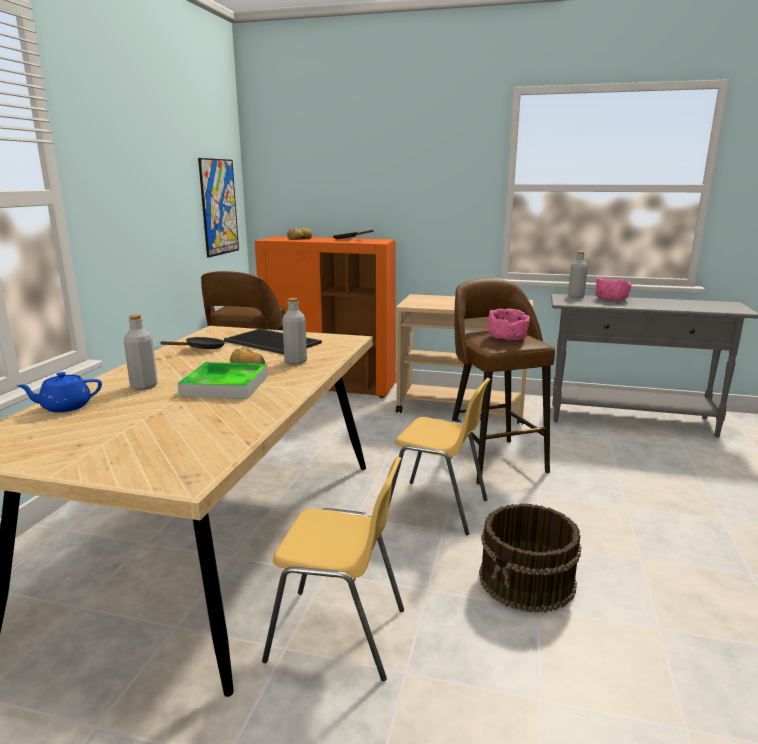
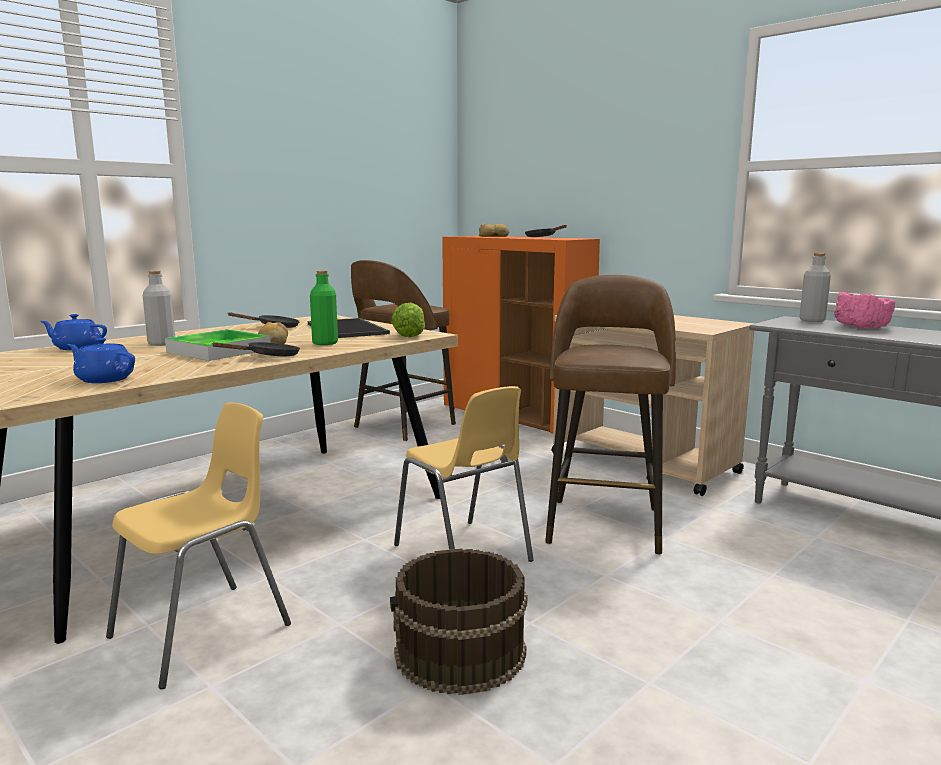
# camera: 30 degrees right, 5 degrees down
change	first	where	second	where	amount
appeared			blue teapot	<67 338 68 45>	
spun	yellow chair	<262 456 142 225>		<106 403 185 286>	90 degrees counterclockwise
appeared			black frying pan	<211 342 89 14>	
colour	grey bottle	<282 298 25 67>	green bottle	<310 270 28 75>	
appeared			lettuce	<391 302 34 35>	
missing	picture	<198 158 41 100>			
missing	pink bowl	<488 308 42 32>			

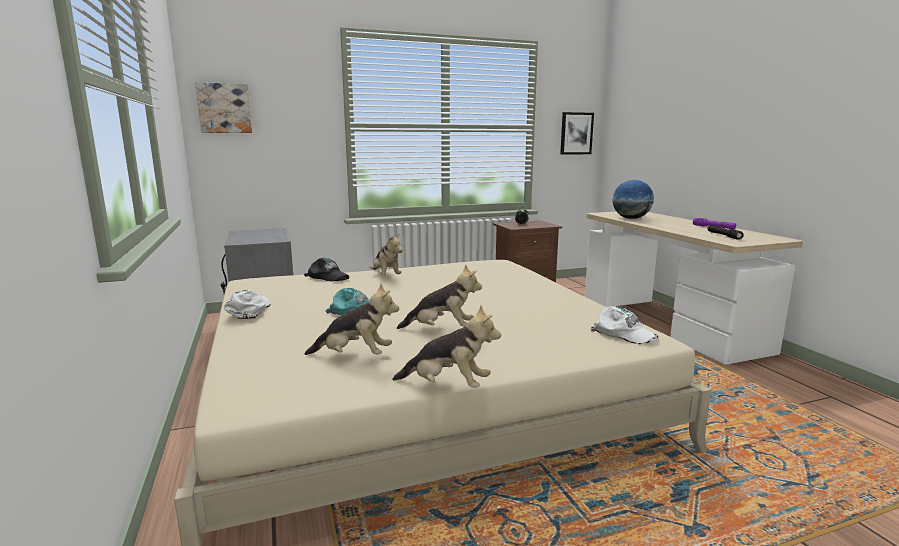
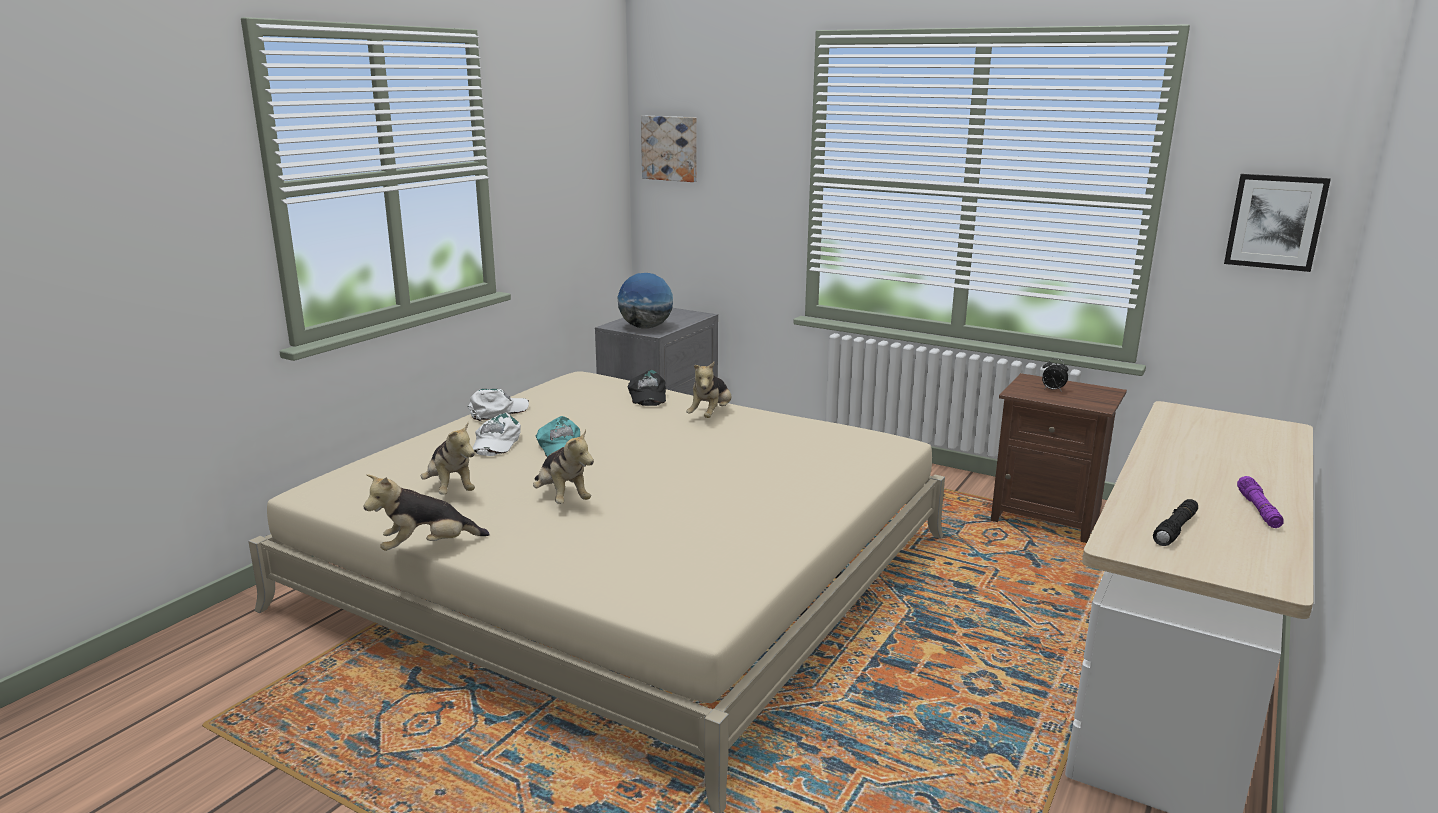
# camera: 50 degrees right, 5 degrees up
change	first	where	second	where	amount
spun	plush toy	<392 306 109 82>		<363 474 127 77>	90 degrees clockwise
relocated	white cap	<590 306 69 38>		<472 413 49 43>	
relocated	globe	<613 180 41 39>		<617 273 56 56>	

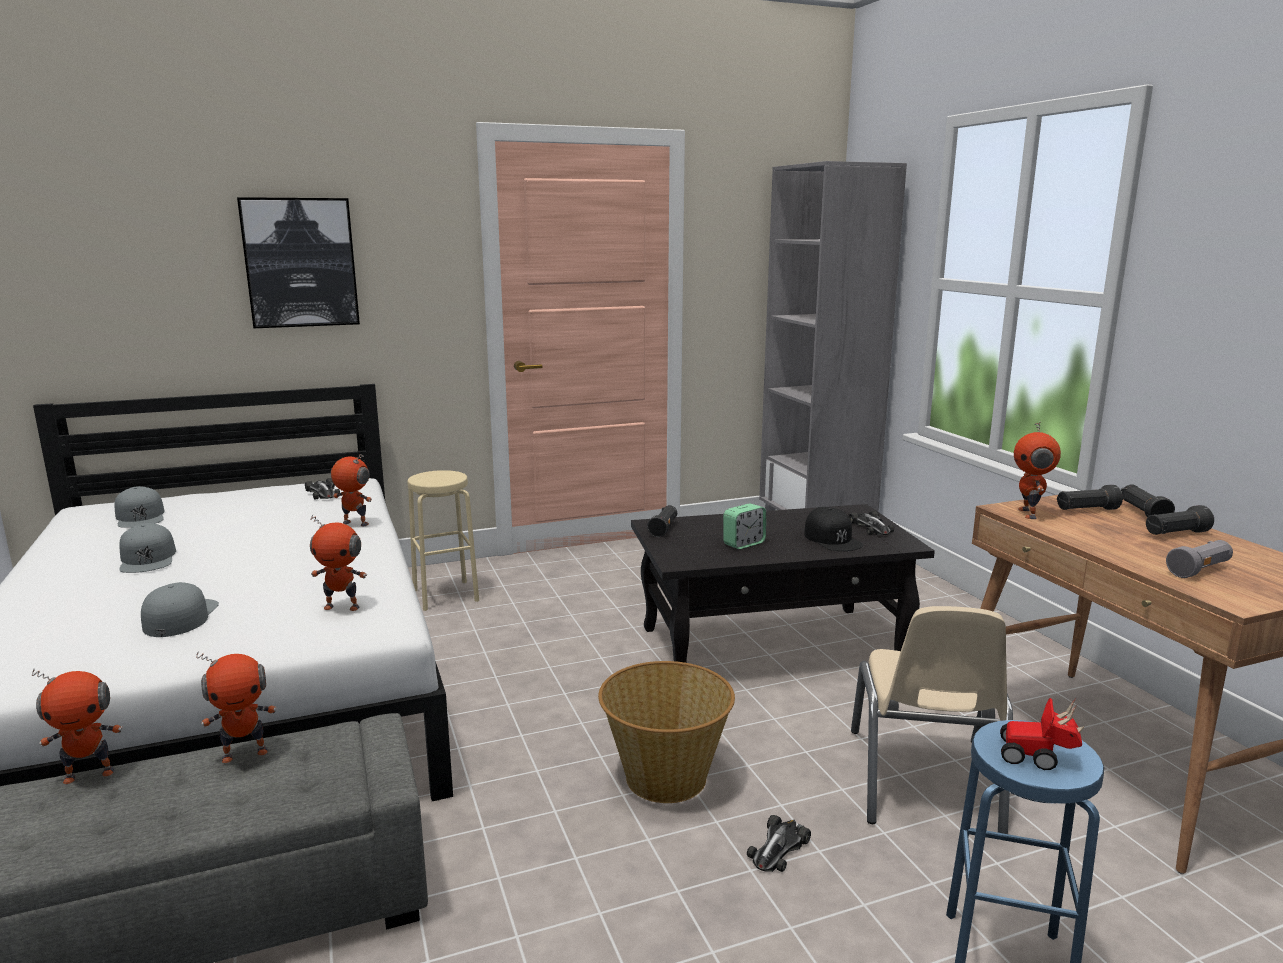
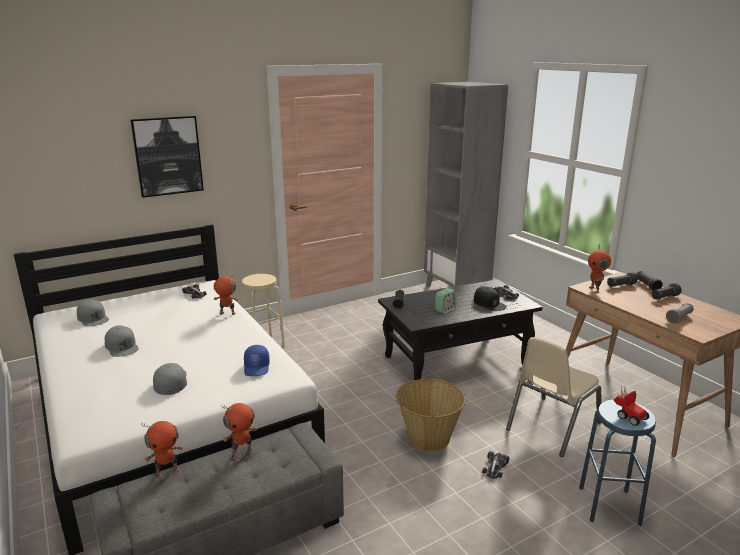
# camera: 10 degrees left, 5 degrees up
change	first	where	second	where	amount
exchanged	toy robot	<310 514 57 97>	blue cap	<244 345 26 31>	
spun	beige chair	<851 606 162 228>		<506 337 95 120>	45 degrees clockwise
spun	toy car	<1000 698 85 72>		<613 385 36 41>	135 degrees counterclockwise

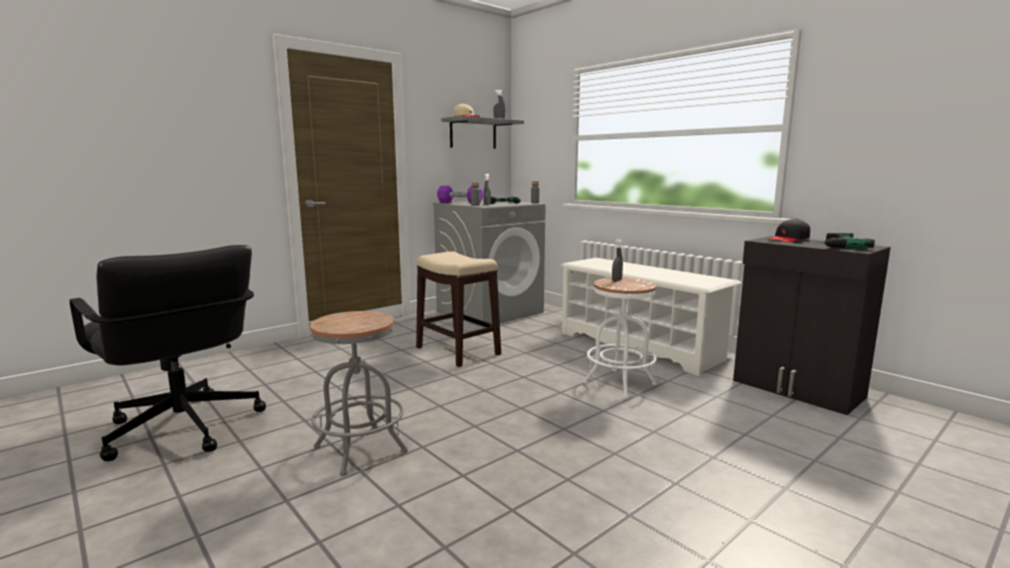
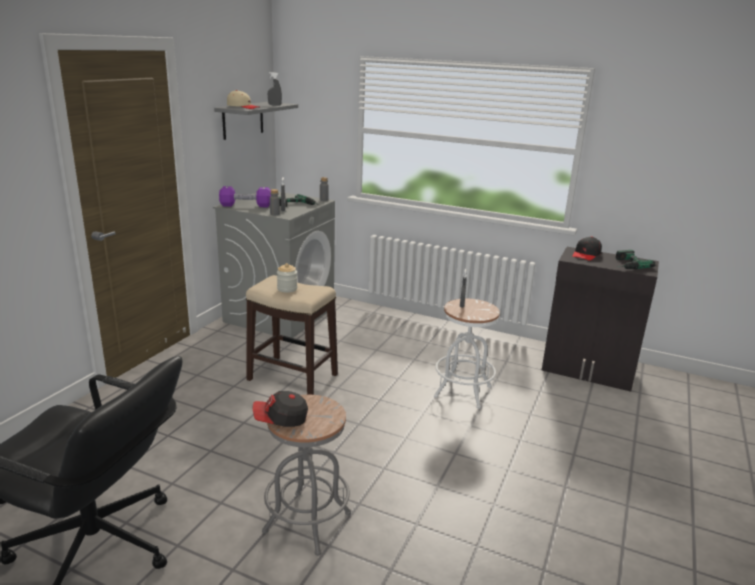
# camera: 25 degrees left, 10 degrees up
change	first	where	second	where	amount
appeared			cap	<253 391 55 36>	
appeared			jar	<277 263 20 30>	
missing	white shoe rack	<561 258 181 118>			

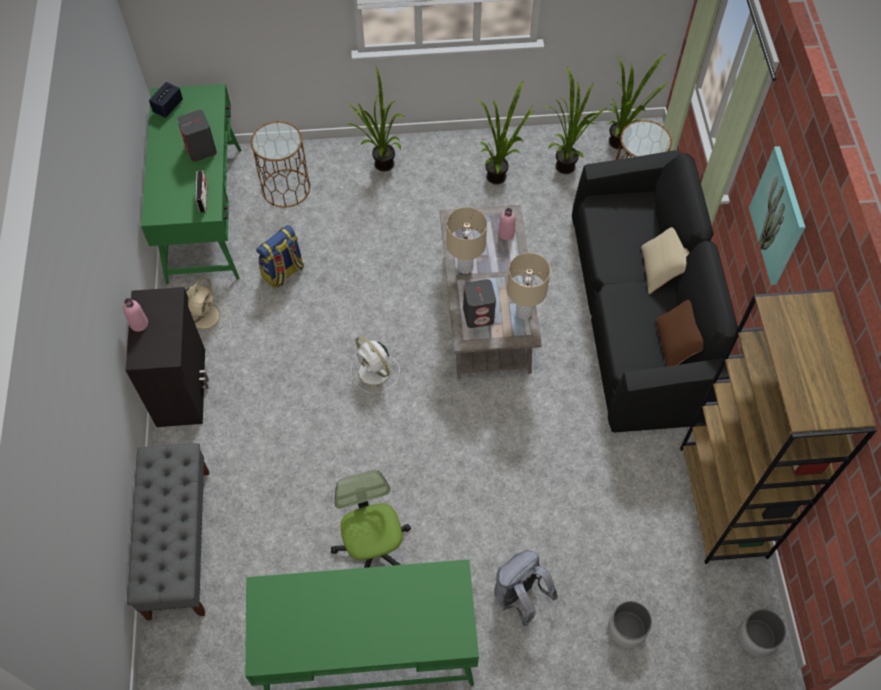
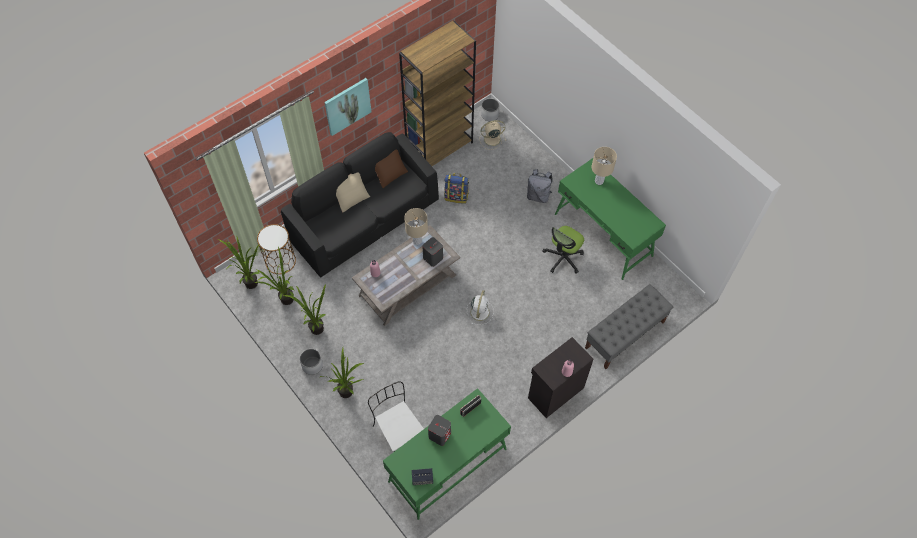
# camera: 125 degrees left, 0 degrees up
change	first	where	second	where	amount
relocated	white planter	<608 601 44 48>		<300 349 23 26>	
exchanged	brown side table	<251 121 59 86>	white chair	<368 381 56 71>	
relocated	backpack	<256 225 48 64>		<444 173 25 30>	
relocated	beige fan	<186 278 42 58>		<480 120 26 30>	
relocated	beige table lamp	<446 207 41 67>		<591 147 26 38>	

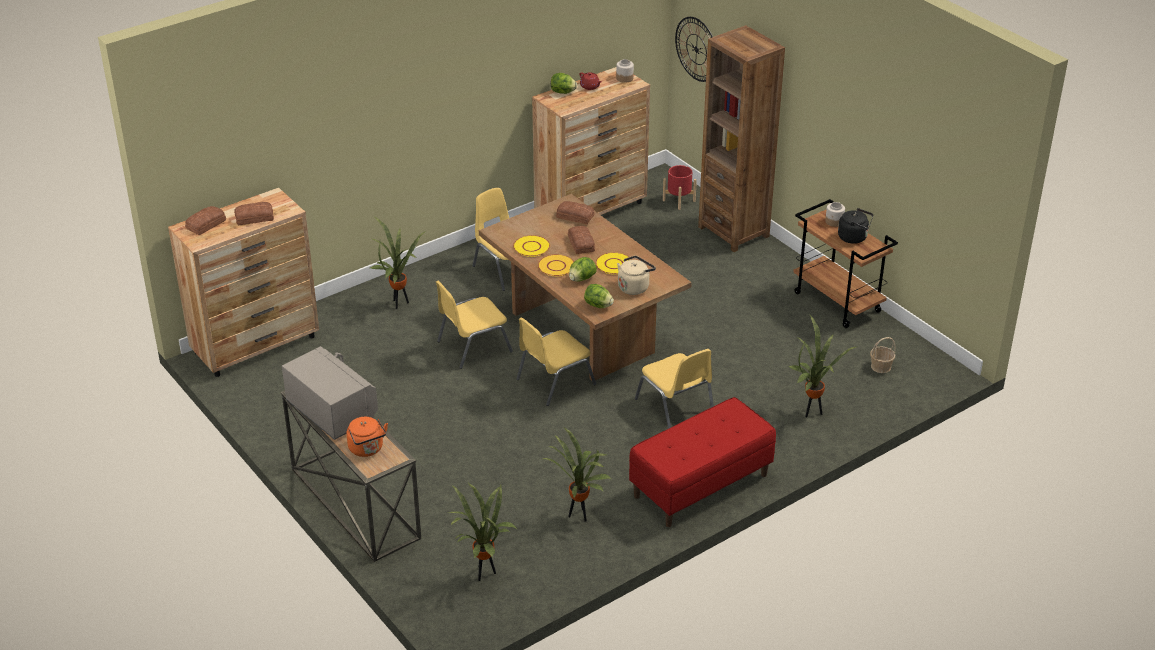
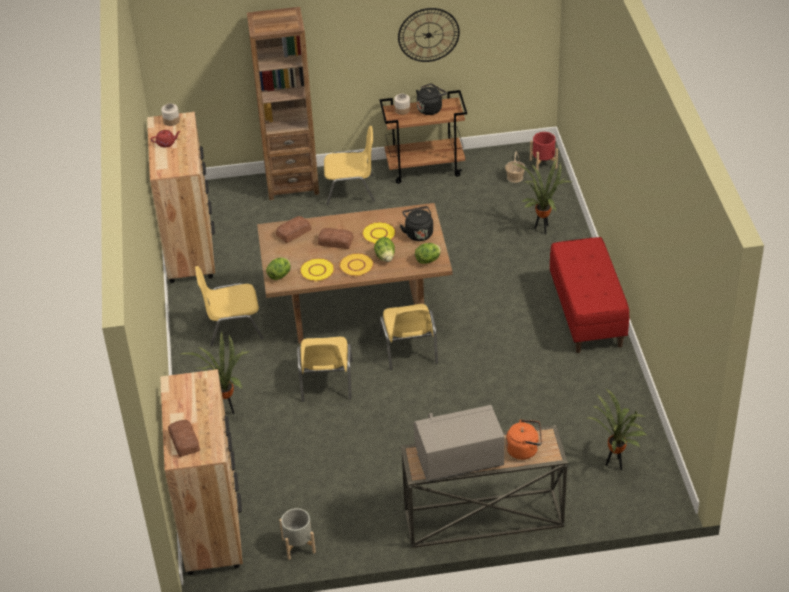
# camera: 60 degrees left, 5 degrees up
change	first	where	second	where	amount
relocated	lettuce	<551 73 26 21>		<266 257 25 23>	
appeared			grey planter	<280 508 36 52>	
relocated	yellow chair	<635 349 79 80>		<324 126 51 79>	
relocated	wall clock	<675 17 38 65>		<398 8 62 54>	
colour	beige kettle	<617 256 39 39>	black kettle	<400 206 33 35>	
relocated	red planter	<663 165 34 45>		<530 132 28 39>	
missing	bread	<234 202 40 23>			
missing	potted plant	<543 427 68 95>			

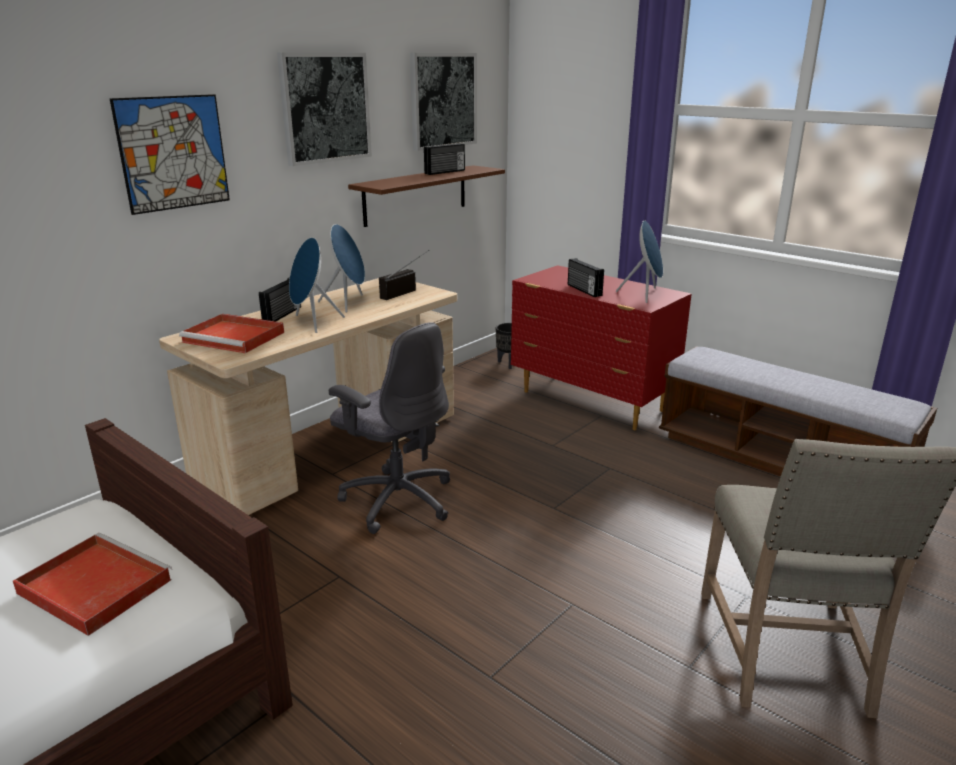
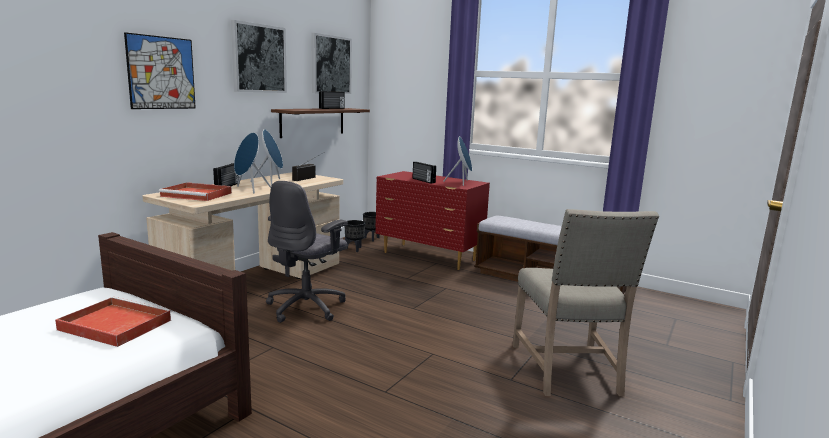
# camera: 10 degrees left, 10 degrees down
change	first	where	second	where	amount
spun	grey office chair	<329 322 121 212>		<266 181 82 142>	90 degrees clockwise
appeared			black planter	<345 220 20 32>	

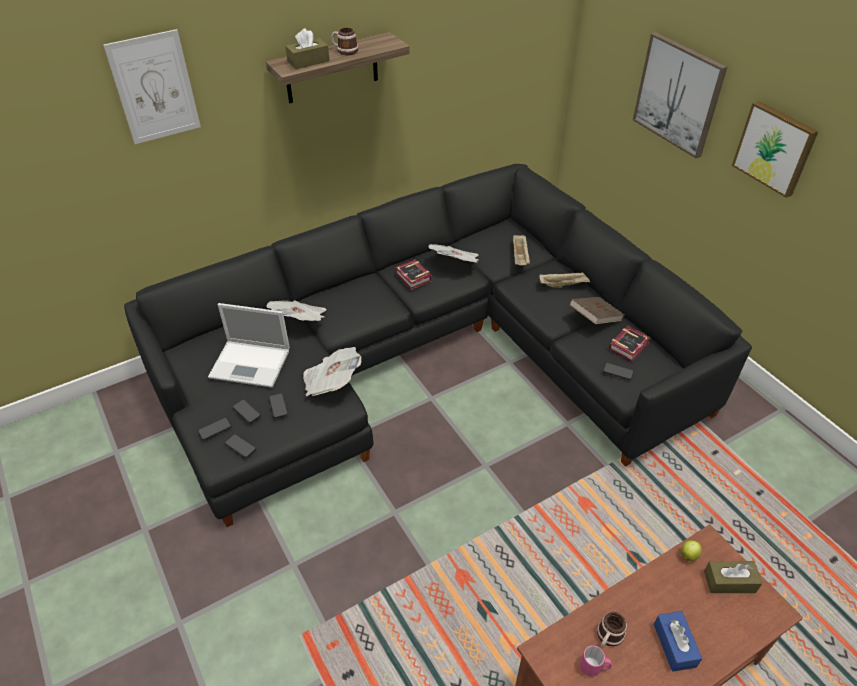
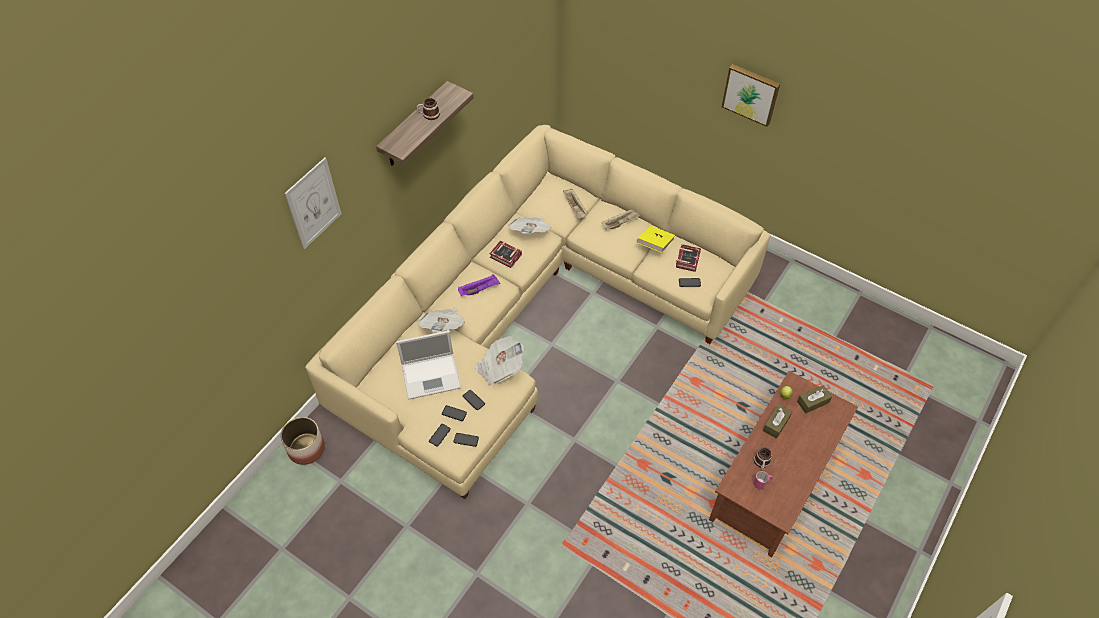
# camera: 25 degrees left, 10 degrees up
change	first	where	second	where	amount
appeared			planter	<280 417 45 48>	
colour	black sofa	<124 164 628 363>	beige sofa	<305 125 466 374>	
appeared			purple tray	<458 274 42 22>	
colour	brown book	<569 297 55 27>	yellow book	<636 226 39 27>	
relocated	brown tissue box	<285 28 45 41>		<763 404 29 35>	
missing	picture	<633 32 94 126>			
missing	blue tissue box	<654 611 48 61>			

